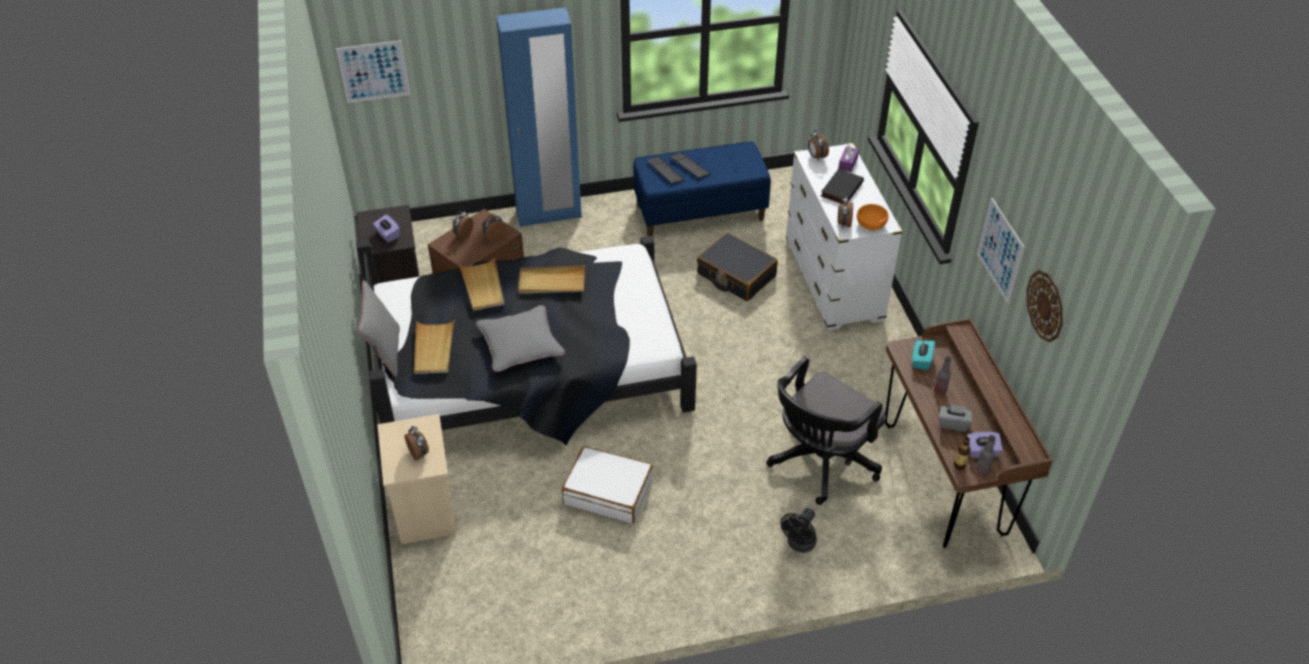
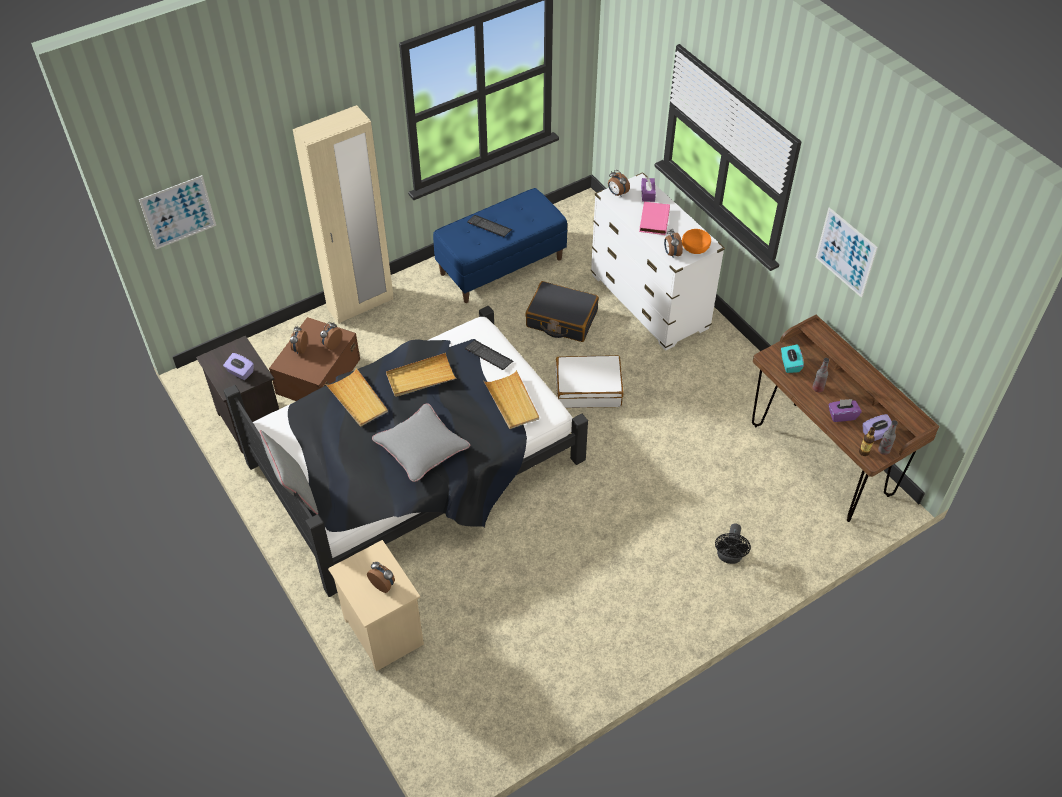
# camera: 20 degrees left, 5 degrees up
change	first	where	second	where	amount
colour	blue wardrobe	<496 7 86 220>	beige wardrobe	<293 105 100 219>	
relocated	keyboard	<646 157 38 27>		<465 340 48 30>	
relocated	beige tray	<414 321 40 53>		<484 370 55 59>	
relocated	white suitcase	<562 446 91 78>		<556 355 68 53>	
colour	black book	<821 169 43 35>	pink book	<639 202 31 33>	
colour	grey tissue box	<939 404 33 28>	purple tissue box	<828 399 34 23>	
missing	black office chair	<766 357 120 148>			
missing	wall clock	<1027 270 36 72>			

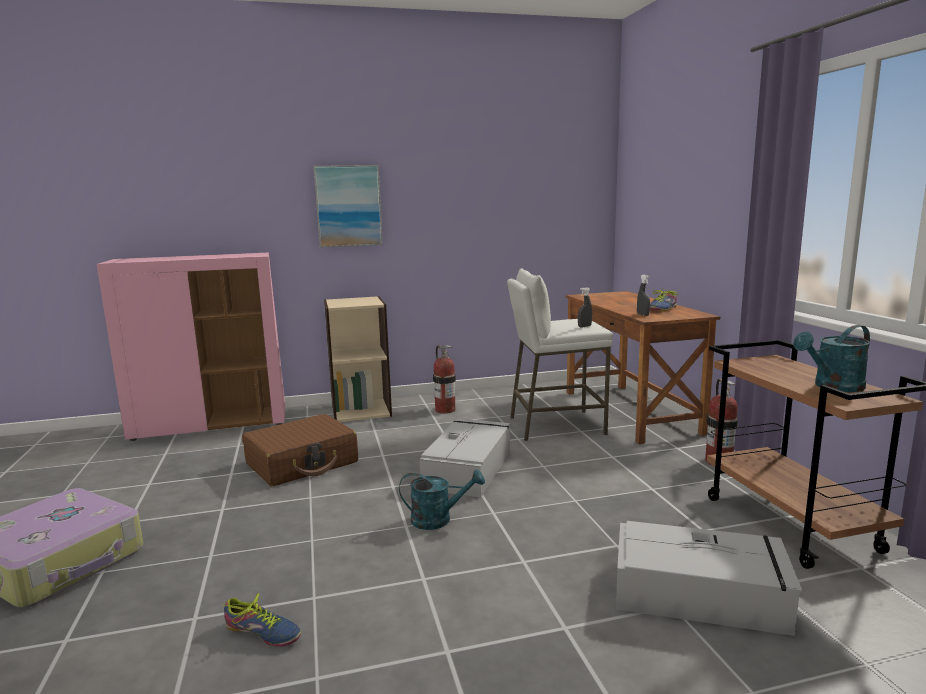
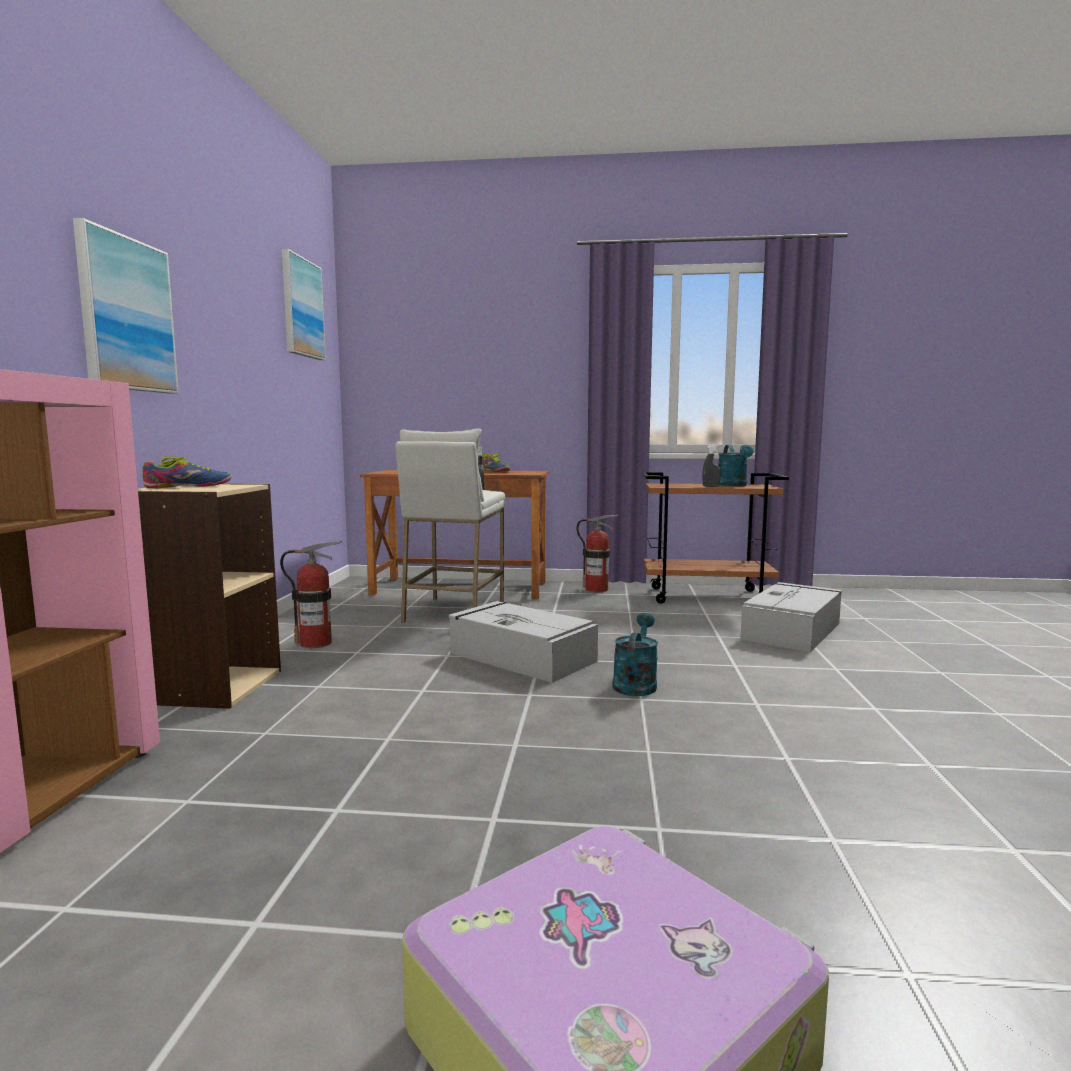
# camera: 70 degrees left, 5 degrees down
change	first	where	second	where	amount
relocated	shoe	<223 593 78 54>		<143 456 88 33>	
appeared			picture	<282 249 44 111>	
relocated	grey spray bottle	<637 275 13 41>		<702 445 19 42>	
missing	brown suitcase	<242 414 116 72>			

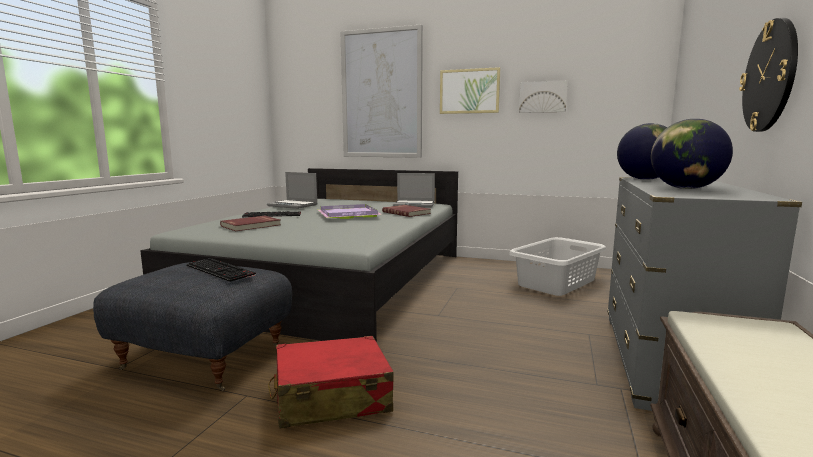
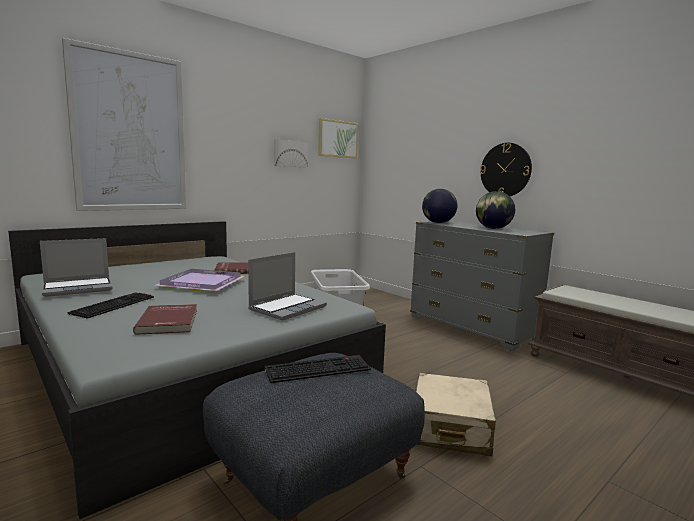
# camera: 60 degrees left, 0 degrees up
change	first	where	second	where	amount
relocated	laptop	<393 173 42 35>		<248 252 79 69>	
relocated	picture	<440 67 60 47>		<318 118 41 41>	
colour	red suitcase	<268 336 126 92>	beige suitcase	<415 373 81 83>	

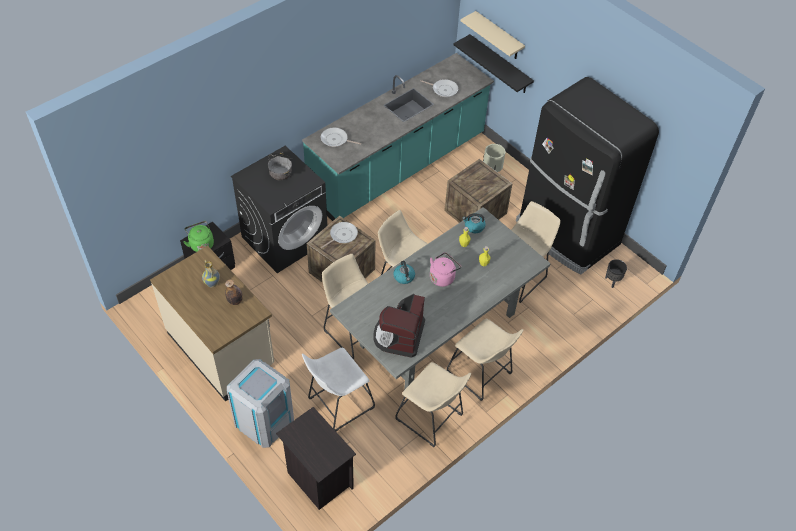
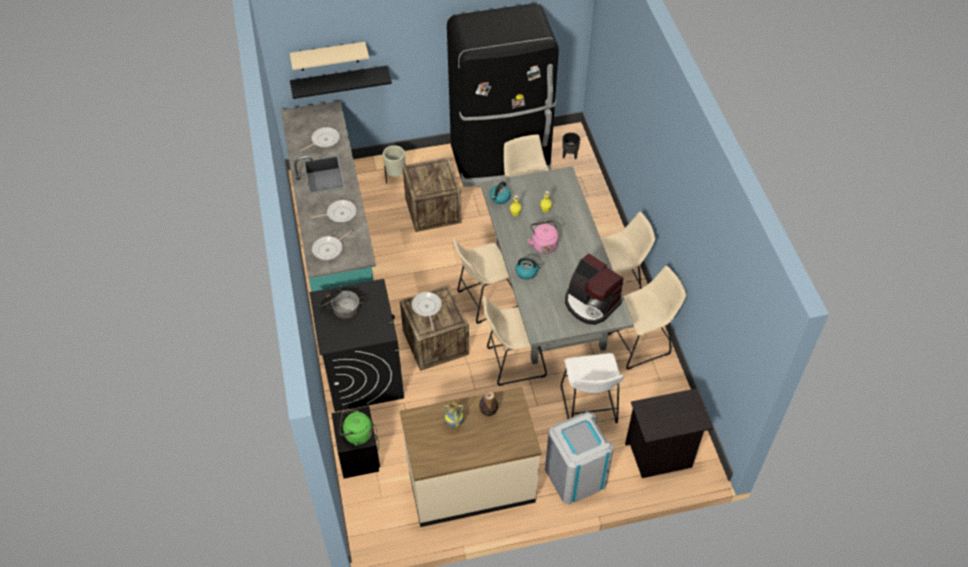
# camera: 60 degrees left, 0 degrees up
change	first	where	second	where	amount
appeared			frying pan	<310 200 47 23>	

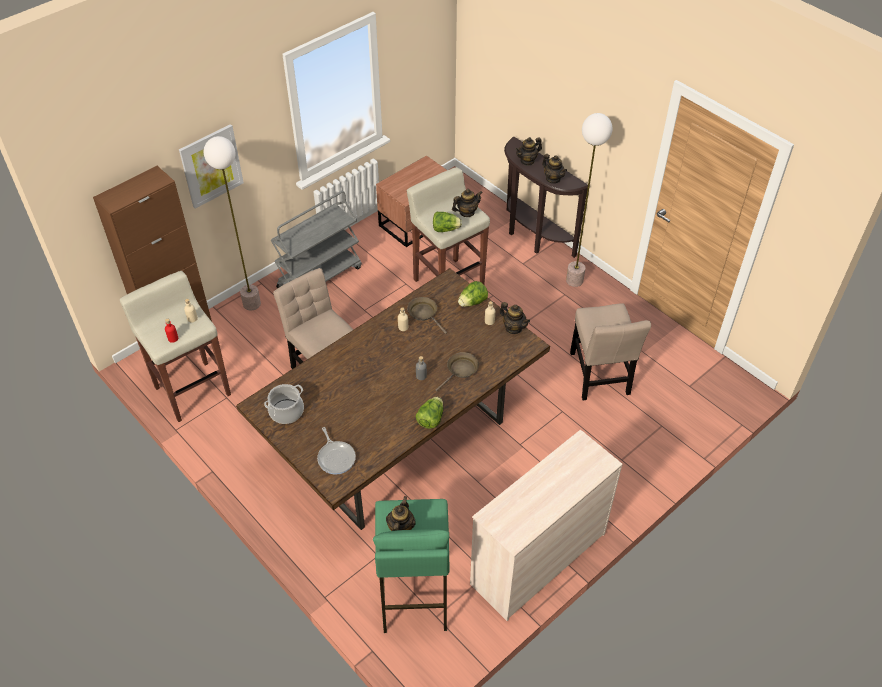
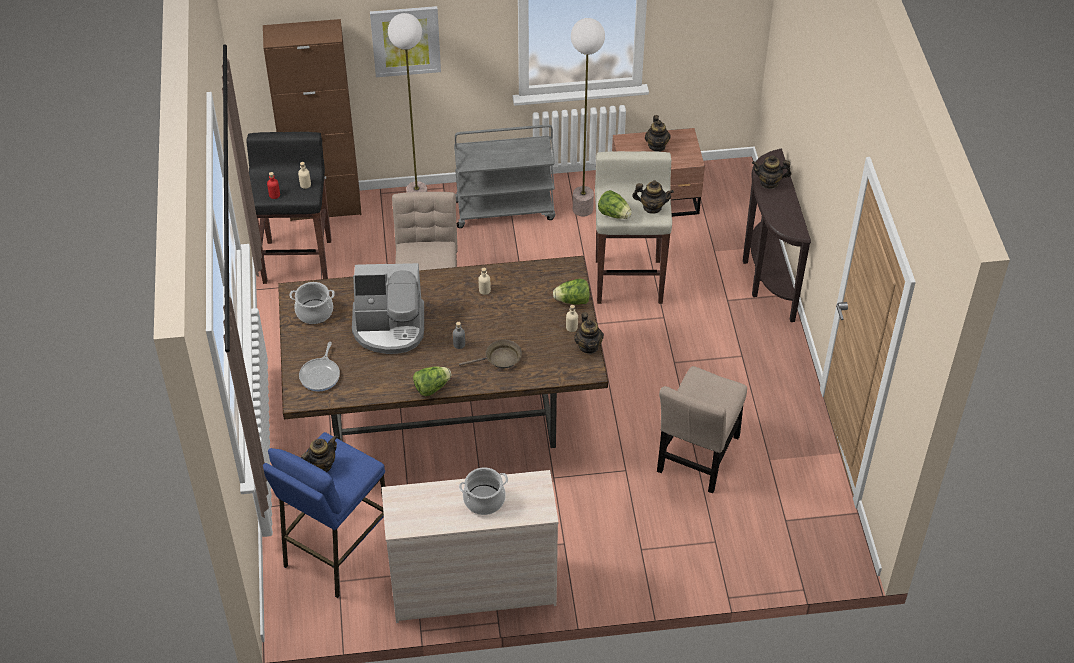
# camera: 35 degrees right, 0 degrees up
change	first	where	second	where	amount
colour	beige stool	<120 271 111 151>	black stool	<246 132 85 152>	
colour	green stool	<373 499 77 134>	blue stool	<263 432 122 166>	
appeared			coffee machine	<352 263 72 91>	
appeared			cooking pot	<459 467 49 48>	
relocated	floor lamp	<566 113 47 174>		<571 18 34 199>	
relocated	teapot	<542 154 25 29>		<645 115 26 37>	
missing	brown frying pan	<407 297 40 37>			

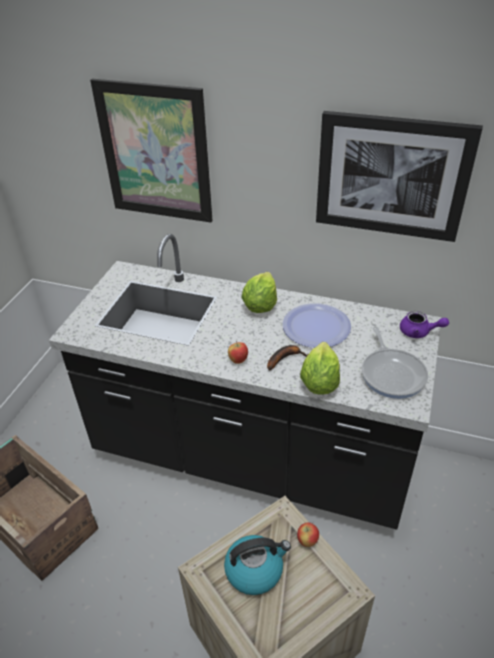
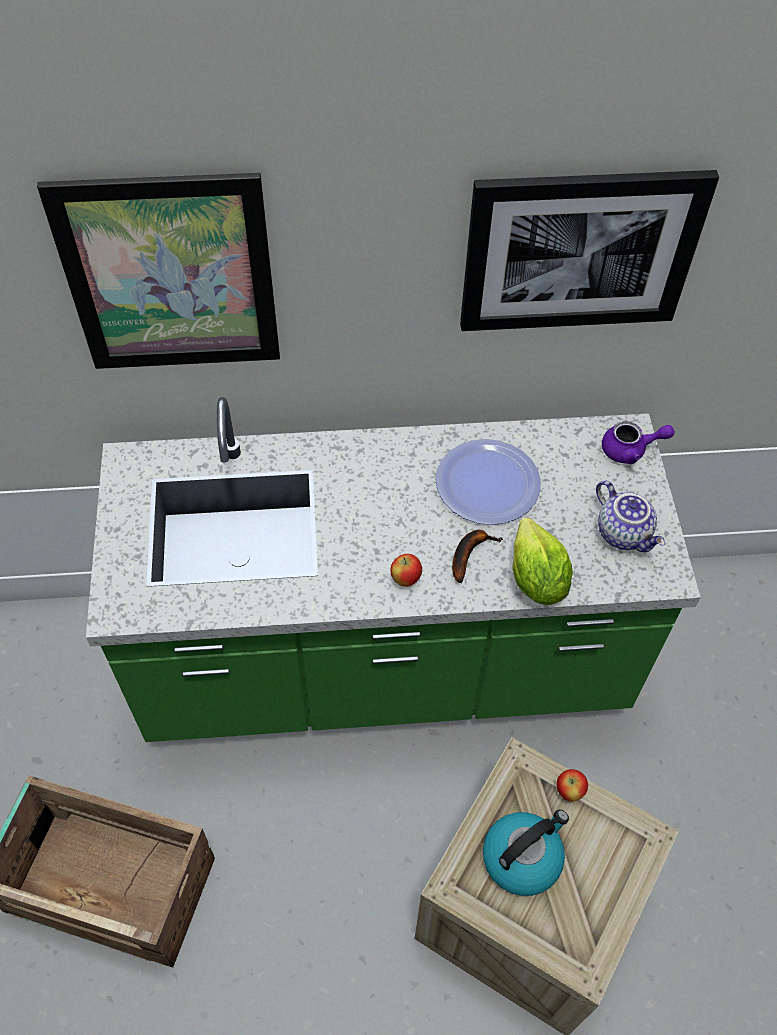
# camera: 25 degrees left, 15 degrees up
change	first	where	second	where	amount
colour	black counter	<49 234 393 296>	green counter	<86 397 615 345>	
exchanged	frying pan	<362 327 66 72>	teapot	<596 481 69 72>	
missing	lettuce	<241 272 36 41>			

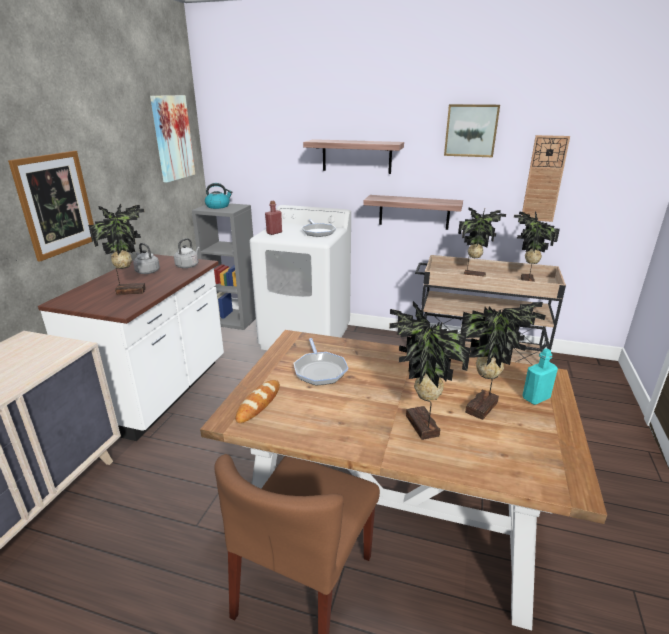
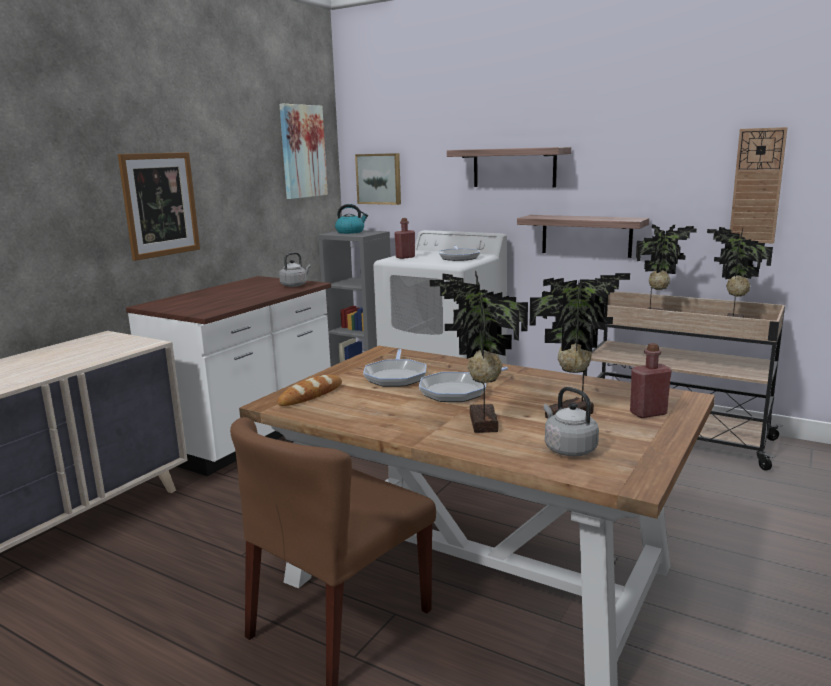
# camera: 15 degrees right, 10 degrees down
change	first	where	second	where	amount
relocated	picture	<444 104 56 53>		<355 153 46 52>	
appeared			frying pan	<419 367 89 35>	
relocated	grey kettle	<133 243 27 31>		<543 387 56 69>	
colour	turquoise bottle	<522 348 36 57>	red bottle	<630 343 42 75>	
missing	potted plant	<88 204 58 91>			

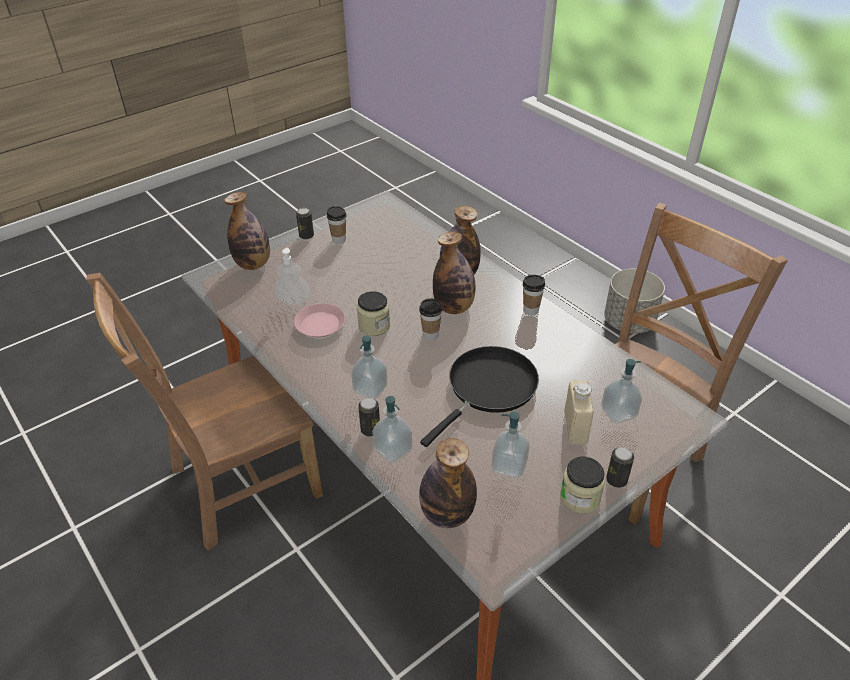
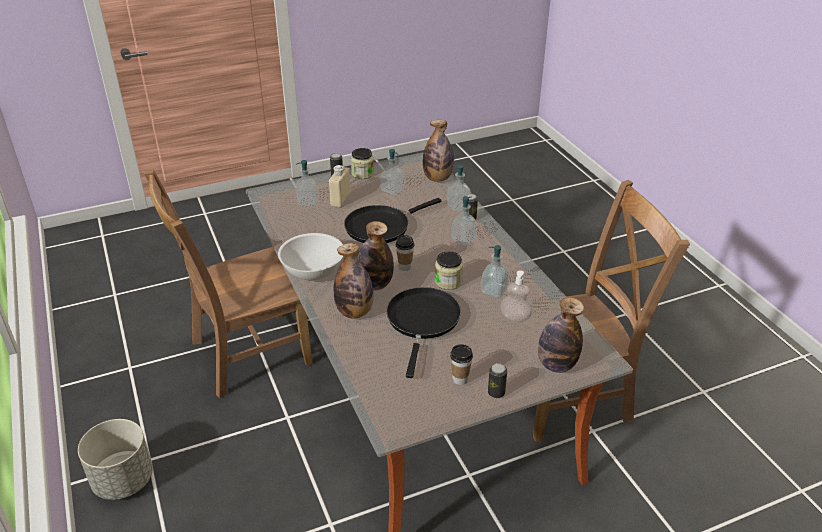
# camera: 165 degrees left, 5 degrees down
change	first	where	second	where	amount
exchanged	cup	<523 275 22 40>	white bowl	<278 233 65 47>	
appeared			black frying pan	<386 287 75 91>	
exchanged	pink plate	<294 303 51 34>	soap dispenser	<481 245 28 53>	

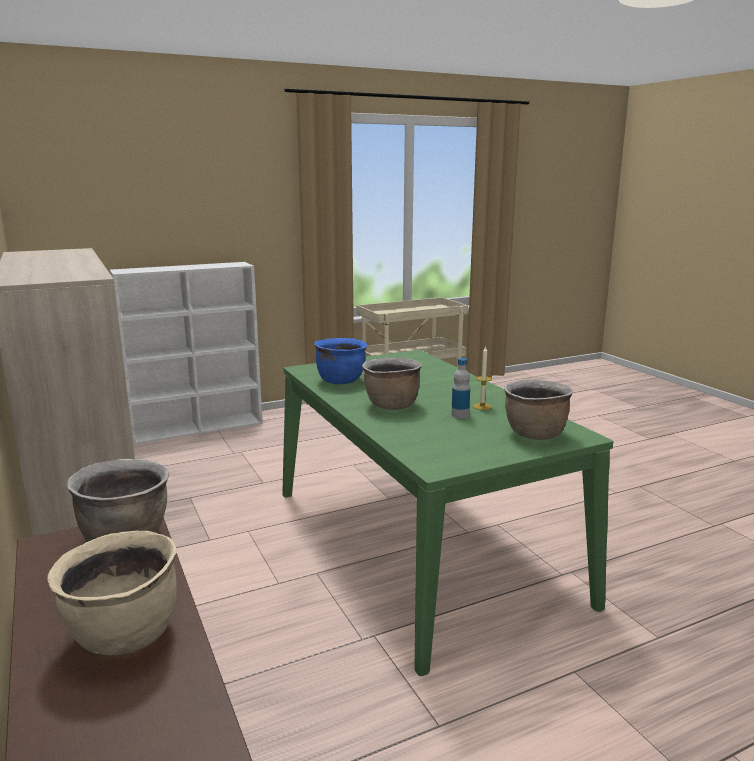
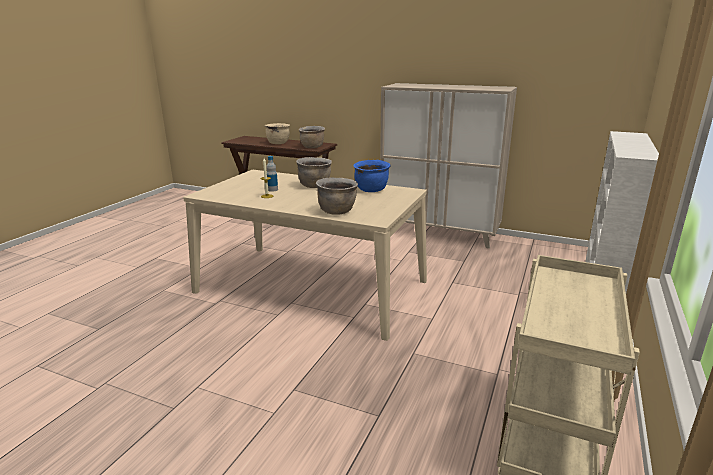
# camera: 140 degrees right, 5 degrees up
change	first	where	second	where	amount
colour	green dining table	<282 350 331 326>	beige dining table	<183 170 244 171>	
relocated	brown cooking pot	<504 380 69 60>		<316 177 42 38>	

